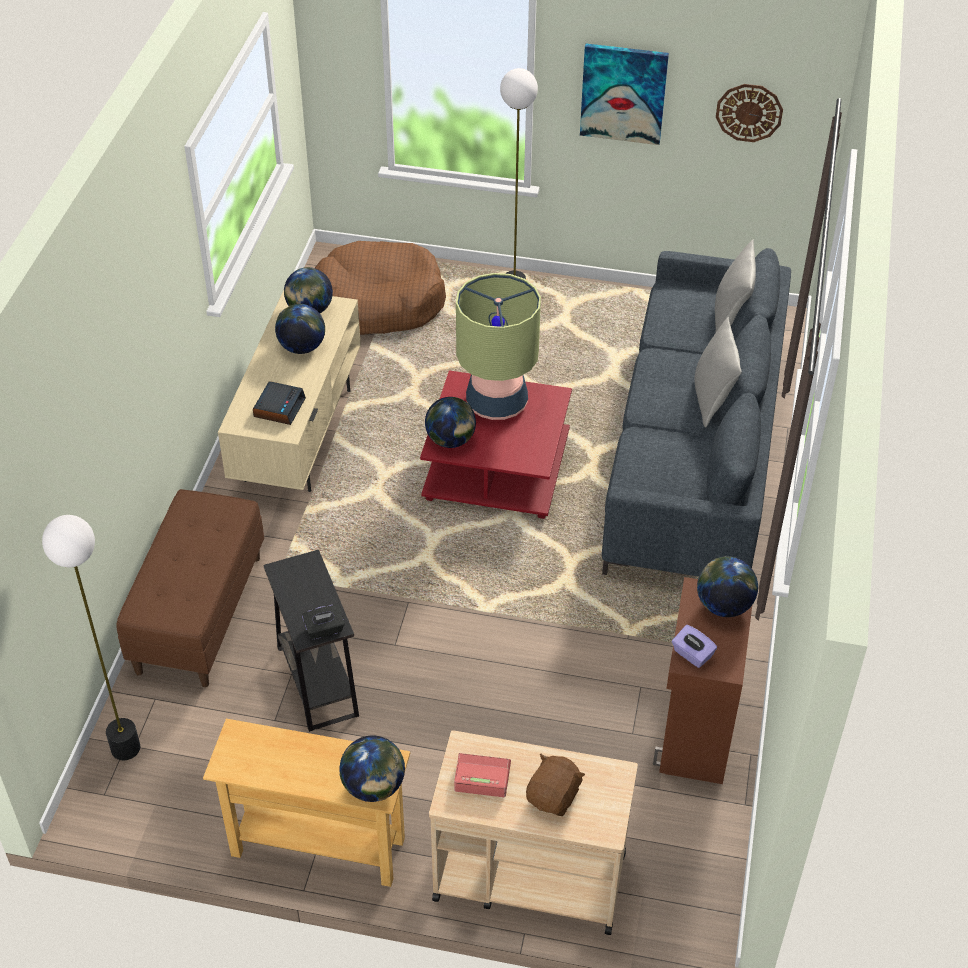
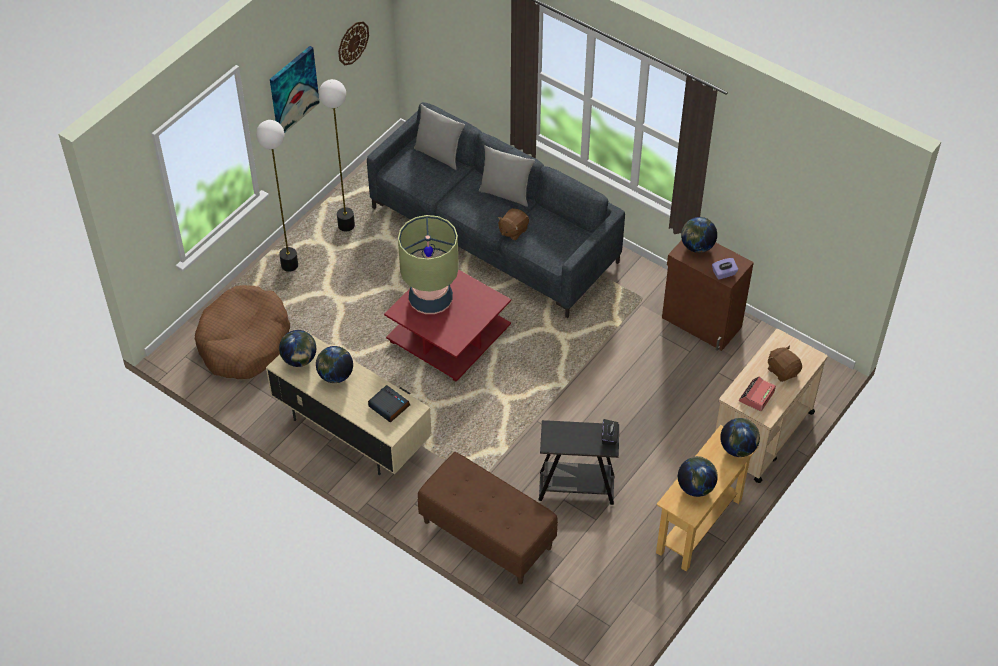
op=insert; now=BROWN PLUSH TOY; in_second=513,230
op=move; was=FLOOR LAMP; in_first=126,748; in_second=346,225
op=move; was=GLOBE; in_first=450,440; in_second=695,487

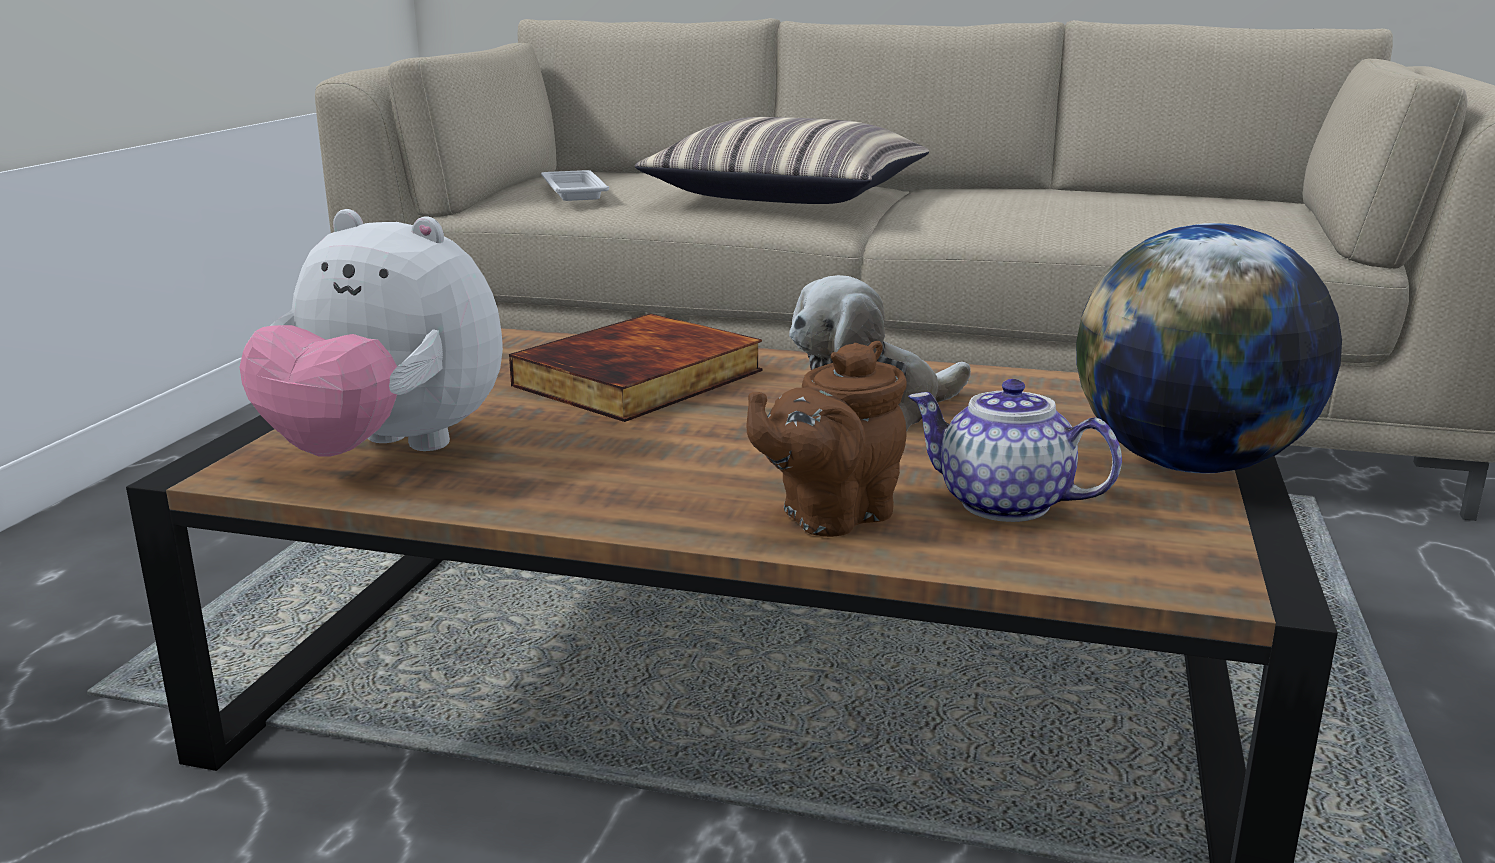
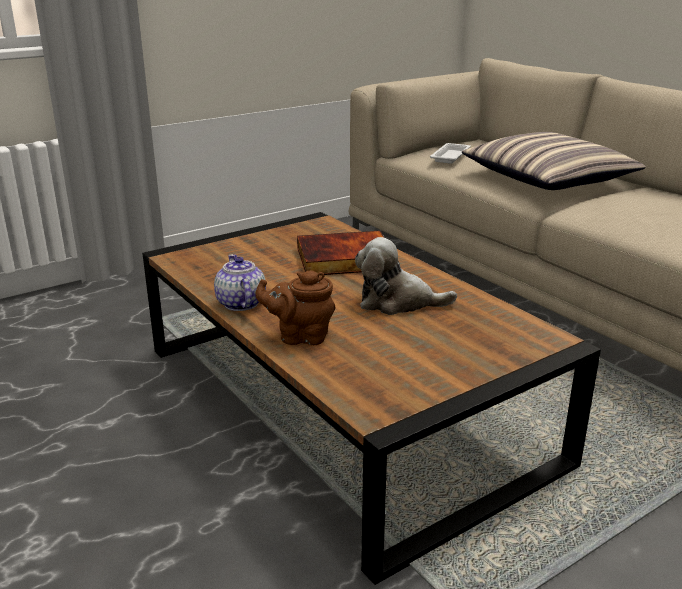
op=delete; was=PLUSH TOY; in_first=387,452
op=delete; was=GLOBE; in_first=1189,464
op=move; was=TEAPOT; in_first=1002,504; in_second=240,303

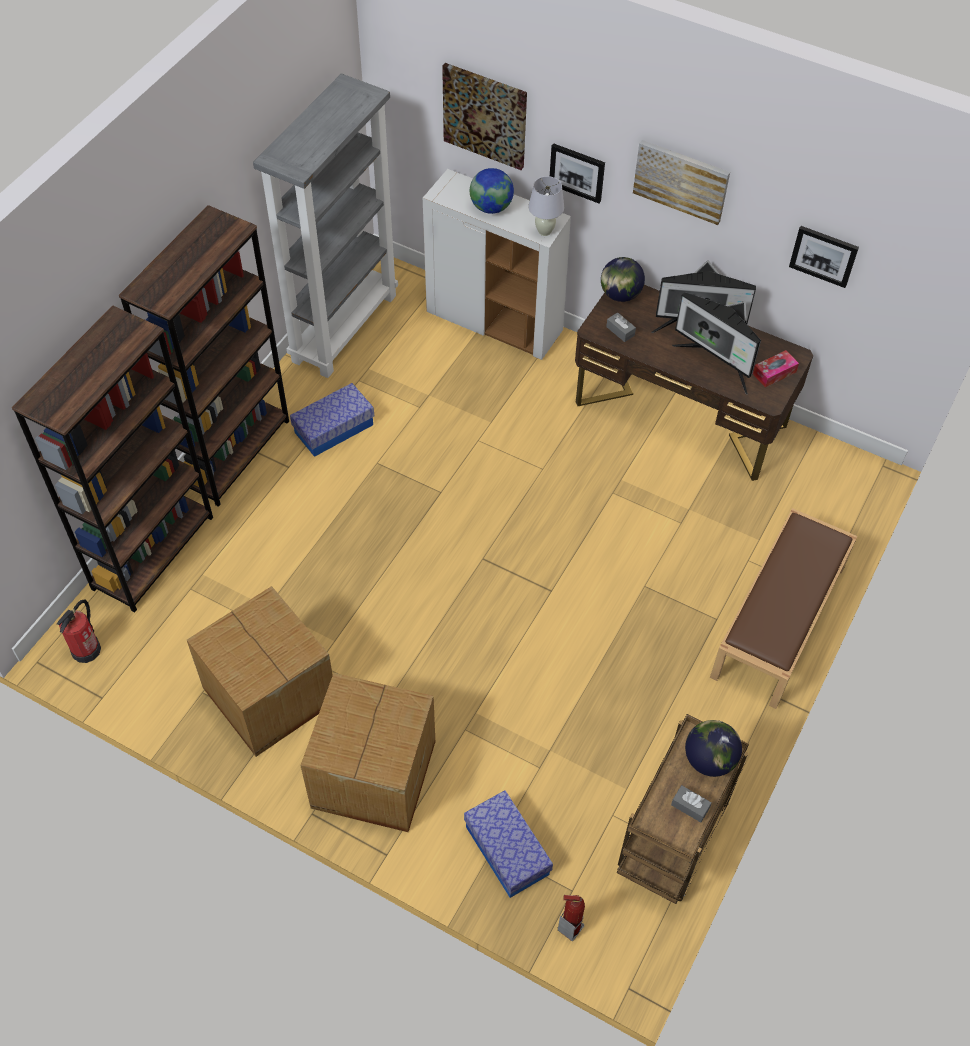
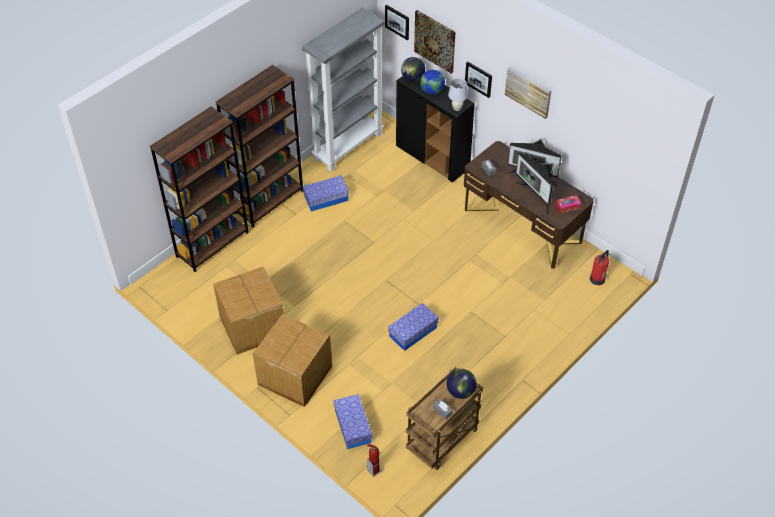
op=delete; was=BROWN BENCH; in_first=779,622
op=insert; now=STORAGE BOX; in_second=413,332
op=move; was=FIRE EXTINGUISHER; in_first=86,649; in_second=597,279
op=move; was=GLOBE; in_first=620,295; in_second=412,78
op=move; was=PICTURE; in_first=823,255; in_second=397,21
op=recolor; was=WHITE CABINET; now=BLACK CABINET; in_first=495,322; in_second=433,158

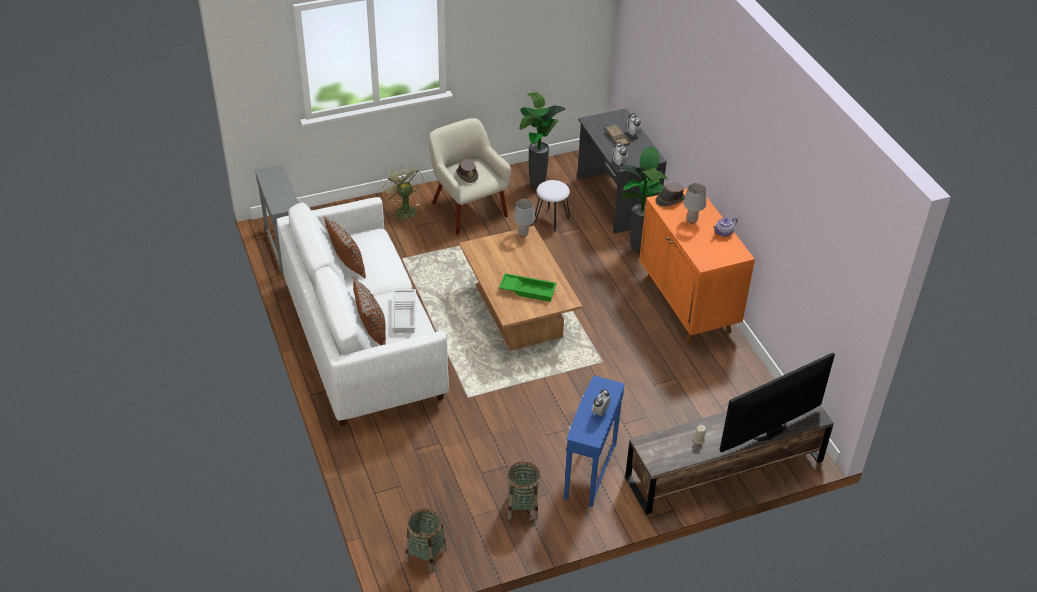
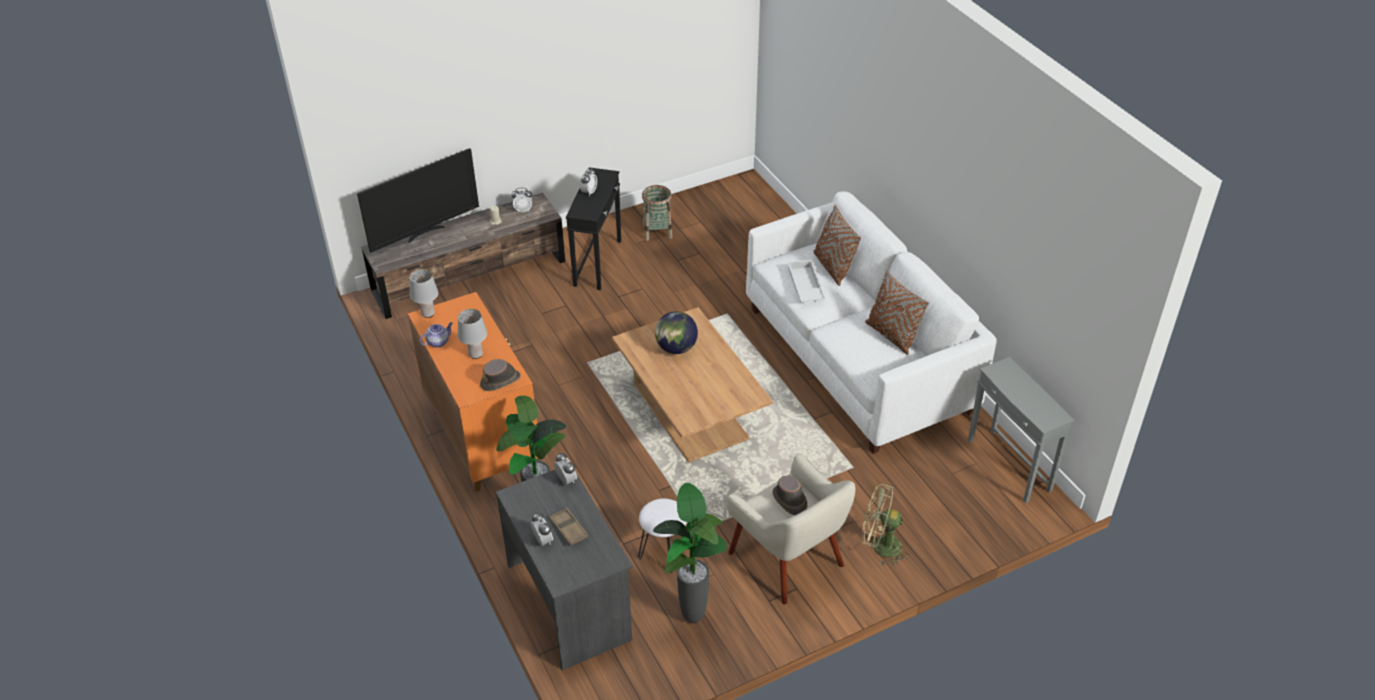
op=delete; was=BASKET; in_first=426,555
op=insert; now=ALARM CLOCK; in_second=523,210
op=move; was=GREY TABLE LAMP; in_first=523,233; in_second=428,314
op=replace; was=GREEN TRAY; now=GLOBE; in_first=528,290; in_second=676,348
op=recolor; was=BLUE SIDE TABLE; now=BLACK SIDE TABLE; in_first=589,471; in_second=598,263
op=rotate; was=GREEN FAN; in_first=403,210; in_second=880,546; clockwise=135

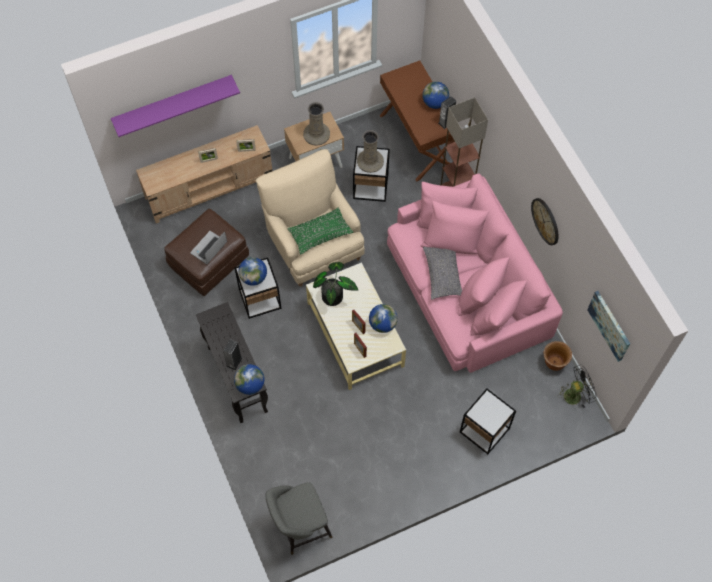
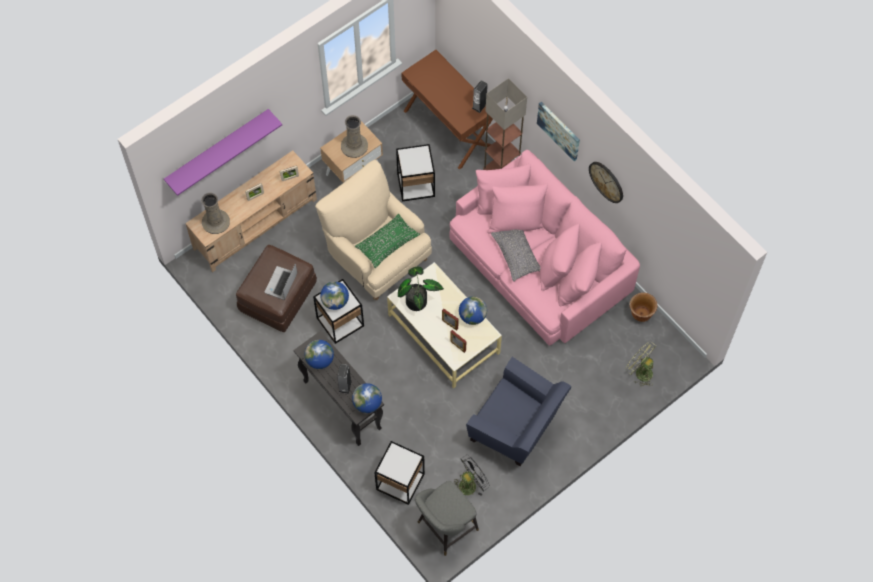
op=insert; now=BLUE ARMCHAIR; in_second=516,429
op=insert; now=GREEN FAN; in_second=640,372
op=move; was=BEIGE VASE; in_first=370,161; in_second=216,222
op=move; was=GLOBE; in_first=435,103; in_second=320,360
op=move; was=SIDE TABLE; in_first=484,430; in_second=400,481
op=move; was=BLACK FAN; in_first=575,394; in_second=470,484
op=move; was=PICTURE; in_first=609,325; in_second=559,130

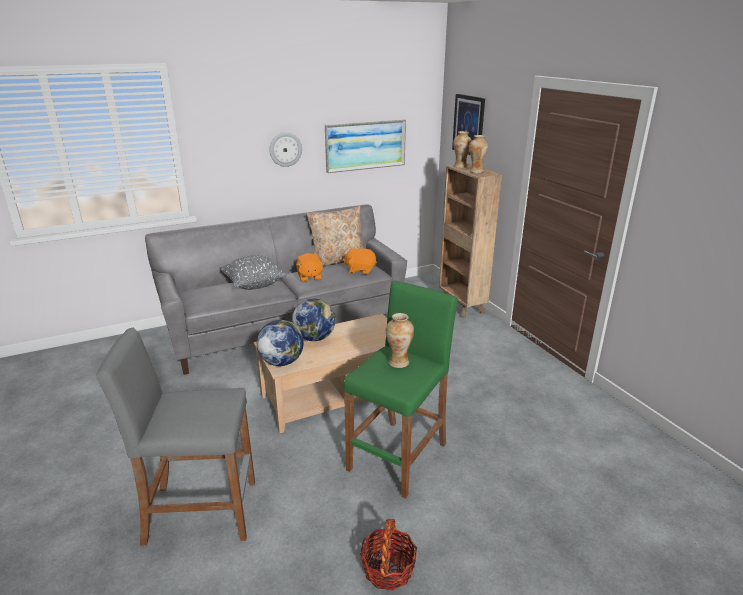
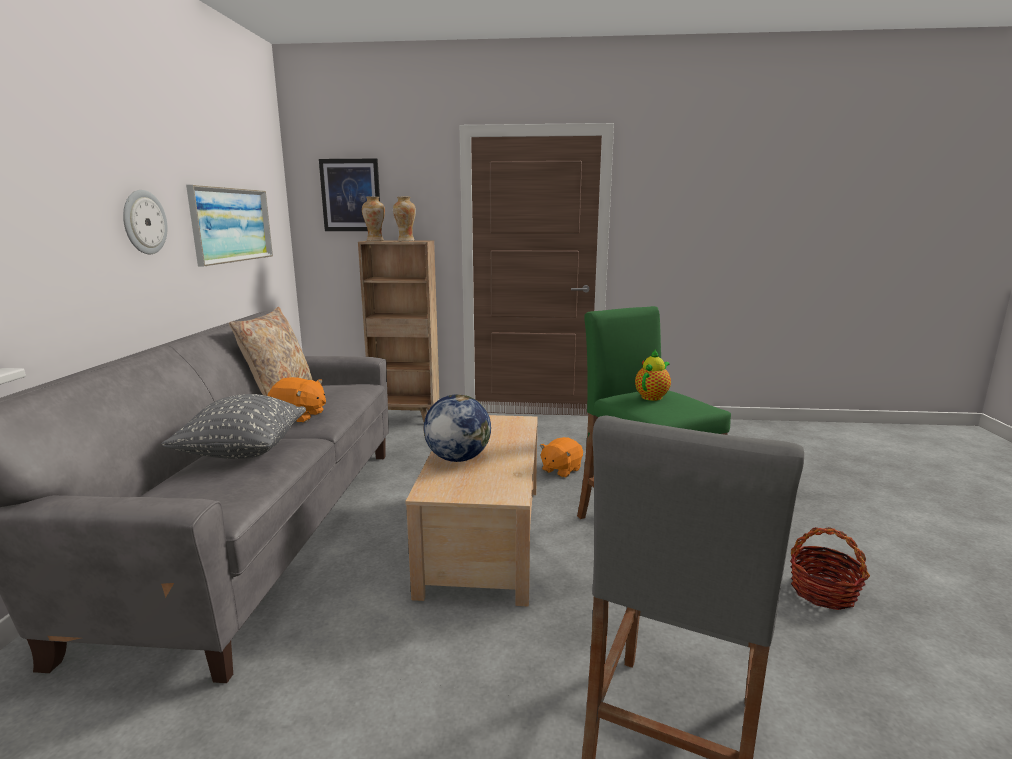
op=delete; was=GLOBE; in_first=281,362
op=move; was=ORANGE PLUSH TOY; in_first=360,270; in_second=560,470
op=replace; was=VASE; now=TEAPOT; in_first=398,362; in_second=652,396

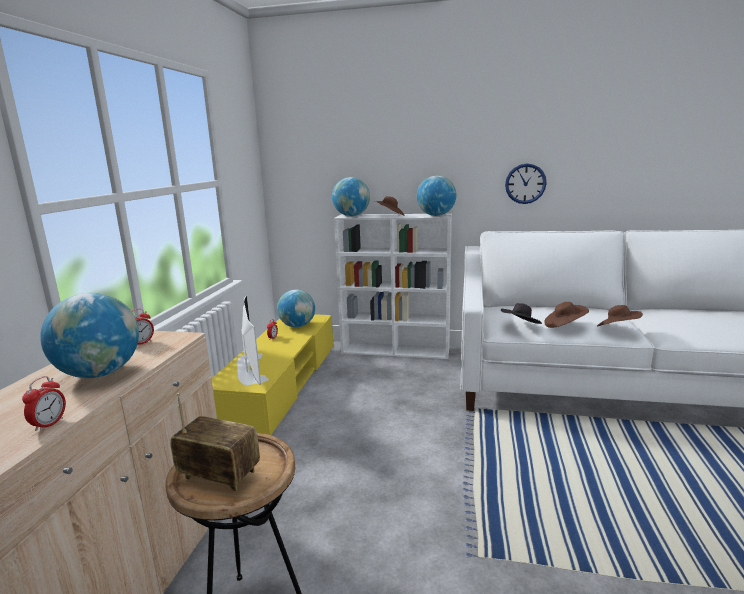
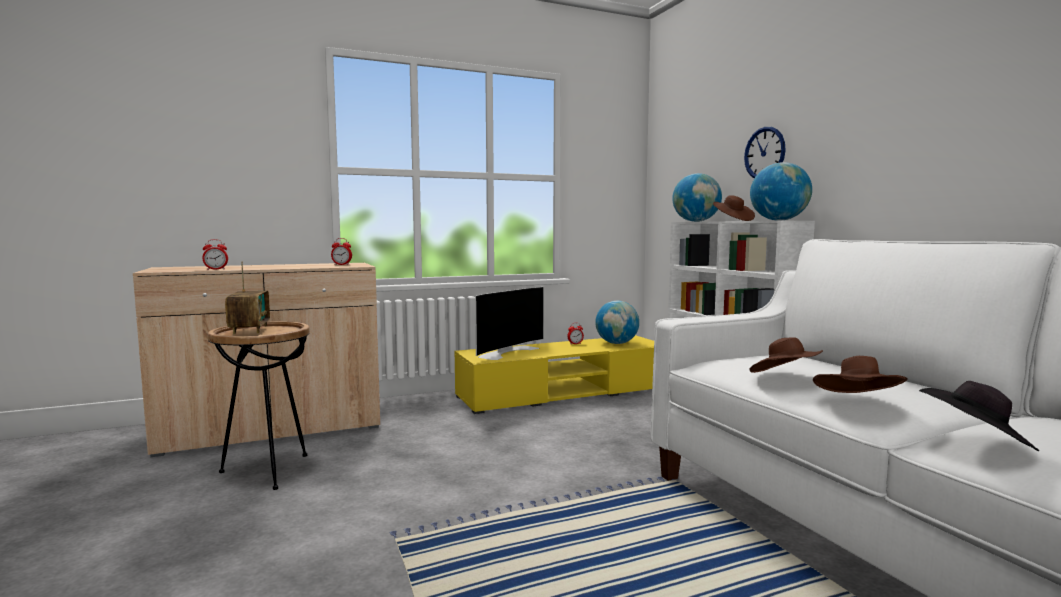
op=delete; was=GLOBE; in_first=100,373
op=move; was=BLACK HAT; in_first=520,326; in_second=976,441
op=move; was=WALL CLOCK; in_first=525,183; in_second=764,153

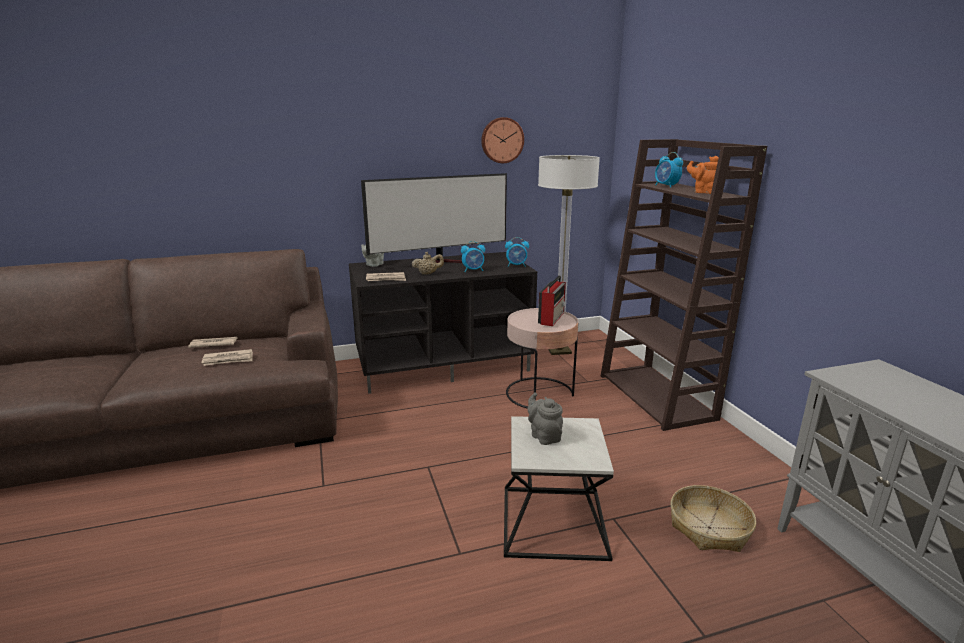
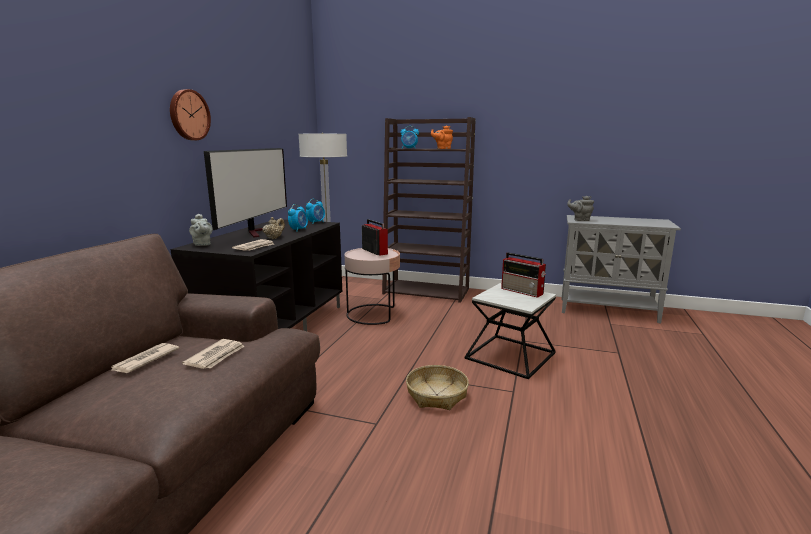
op=insert; now=RADIO; in_second=523,291
op=move; was=WALL CLOCK; in_first=502,140; in_second=188,115
op=move; was=GREY TEAPOT; in_first=544,436; in_second=580,220
op=move; was=BASKET; in_first=709,528; in_second=436,395

